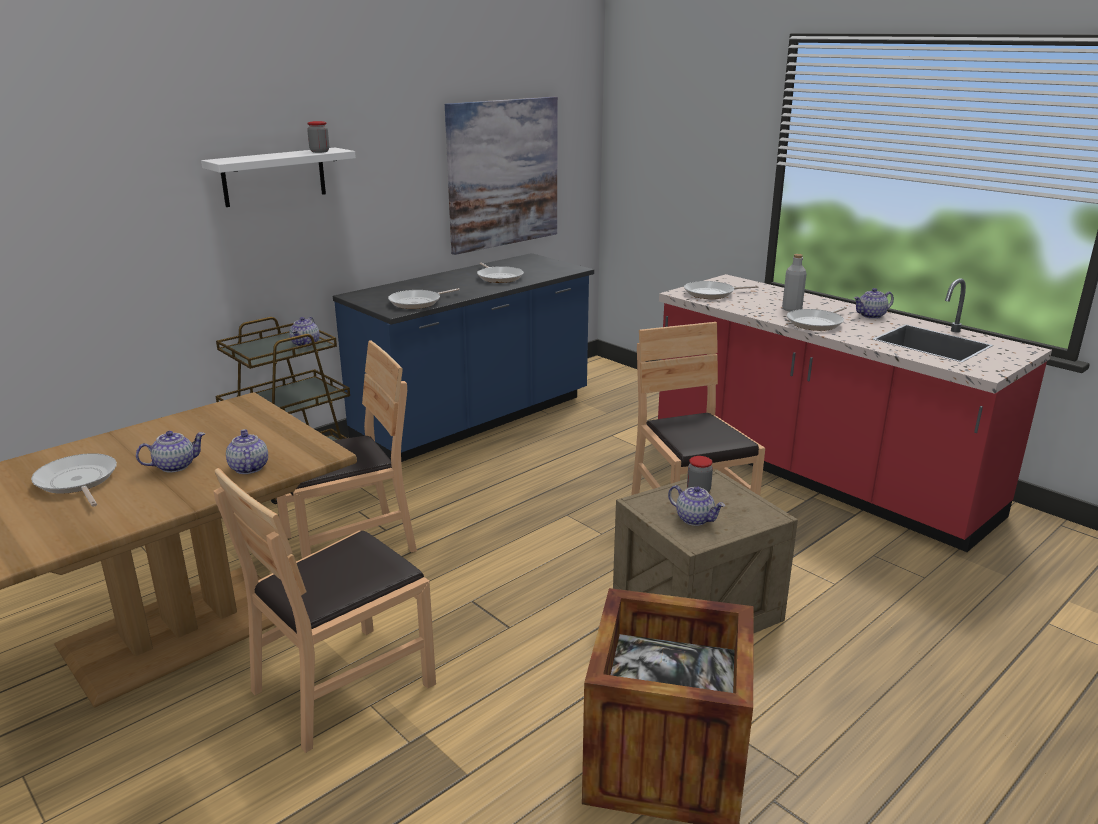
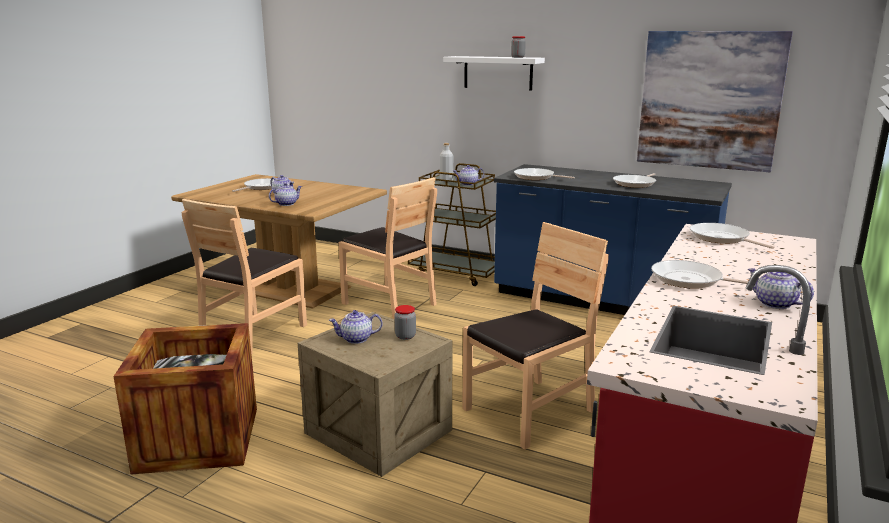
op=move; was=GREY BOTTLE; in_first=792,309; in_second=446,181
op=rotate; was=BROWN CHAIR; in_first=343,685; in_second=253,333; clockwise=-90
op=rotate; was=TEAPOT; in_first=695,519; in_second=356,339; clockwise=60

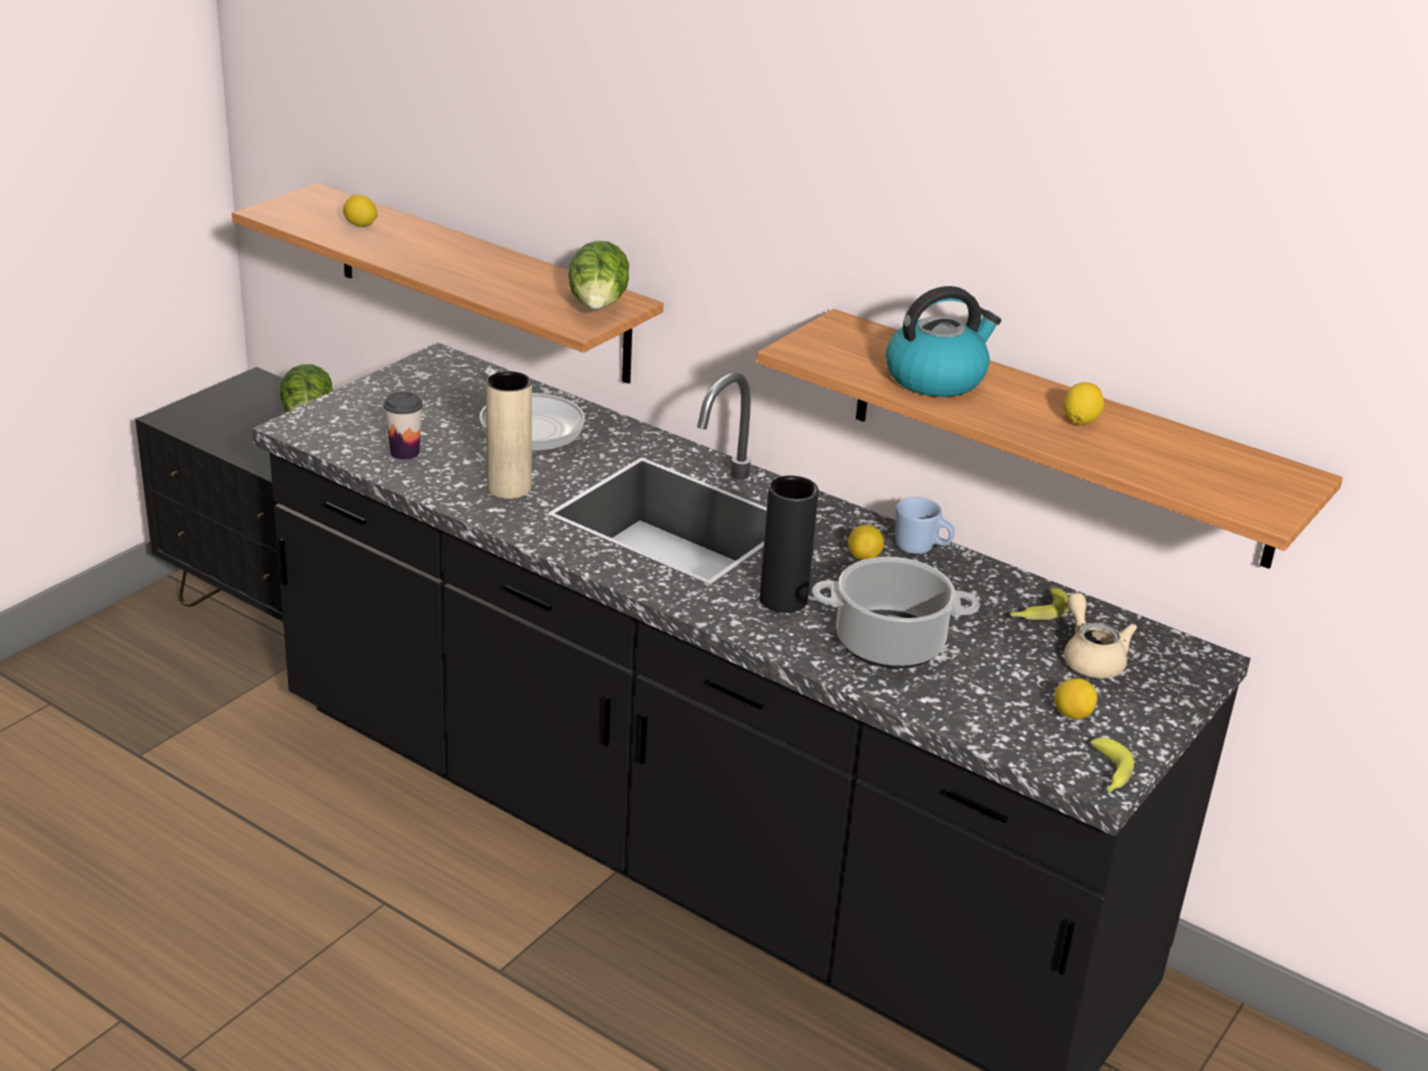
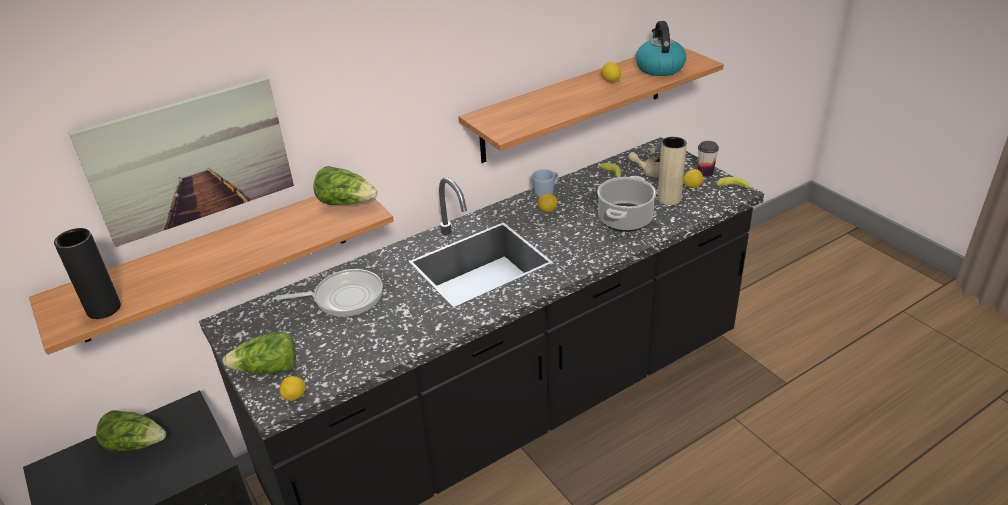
op=insert; now=PICTURE; in_second=190,160
op=insert; now=LETTUCE; in_second=267,369
op=move; was=LEMON; in_first=360,225; in_second=295,397
op=move; was=CUP; in_first=405,452; in_second=705,172
op=move; was=BEIGE VASE; in_first=509,488; in_second=669,199
op=move; was=BLACK VASE; in_first=783,600; in_second=104,309
op=move; was=KETTLE; in_first=936,378; in_second=659,67

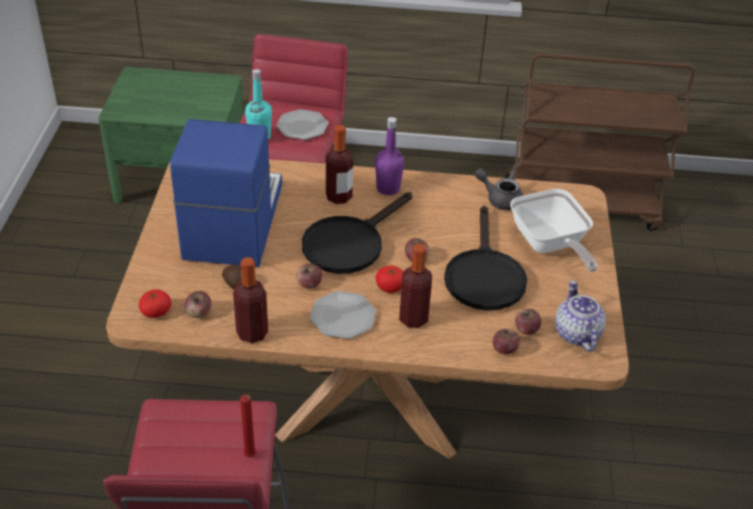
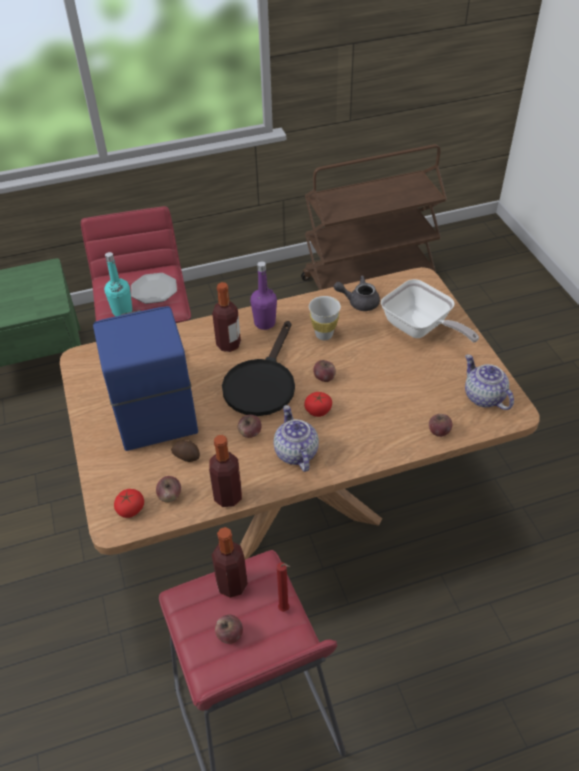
op=delete; was=BLACK FRYING PAN; in_first=483,275
op=insert; now=WHITE CUP; in_second=324,335
op=move; was=BOTTLE; in_first=413,318; in_second=232,584
op=move; was=APPLE; in_first=526,329; in_second=229,634
op=replace; was=PLATE; now=TEAPOT; in_first=342,317; in_second=295,452

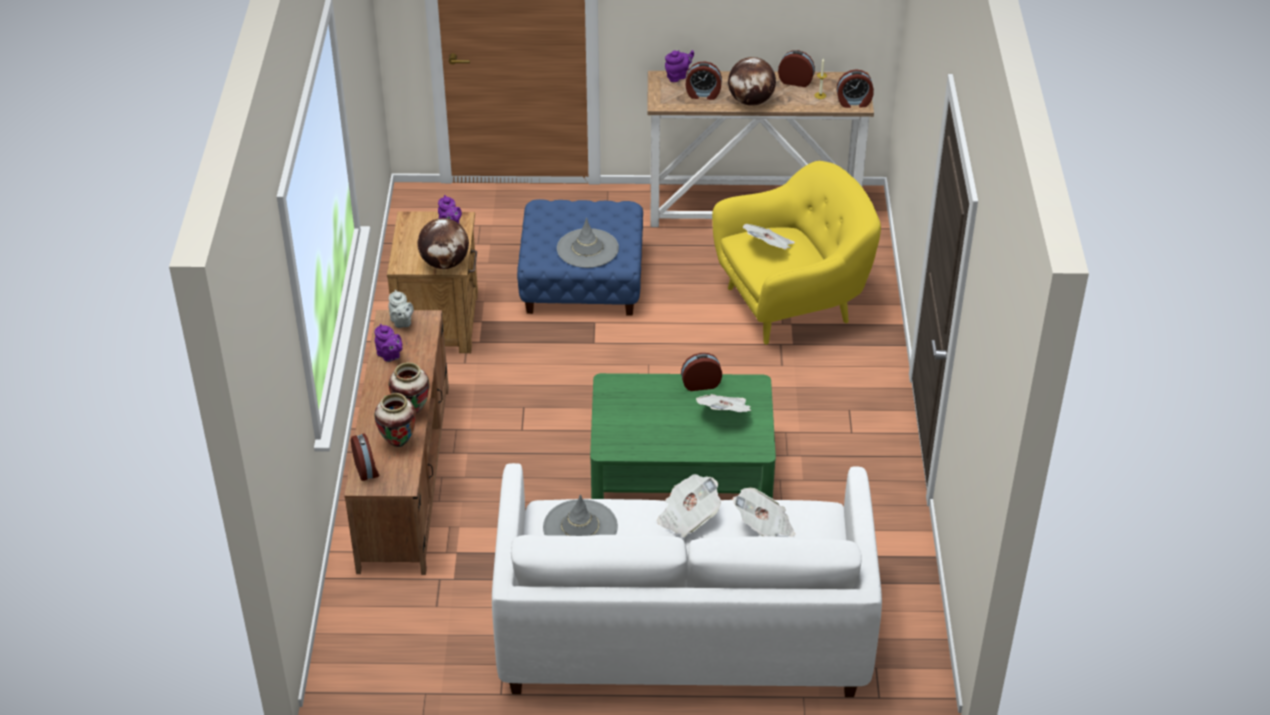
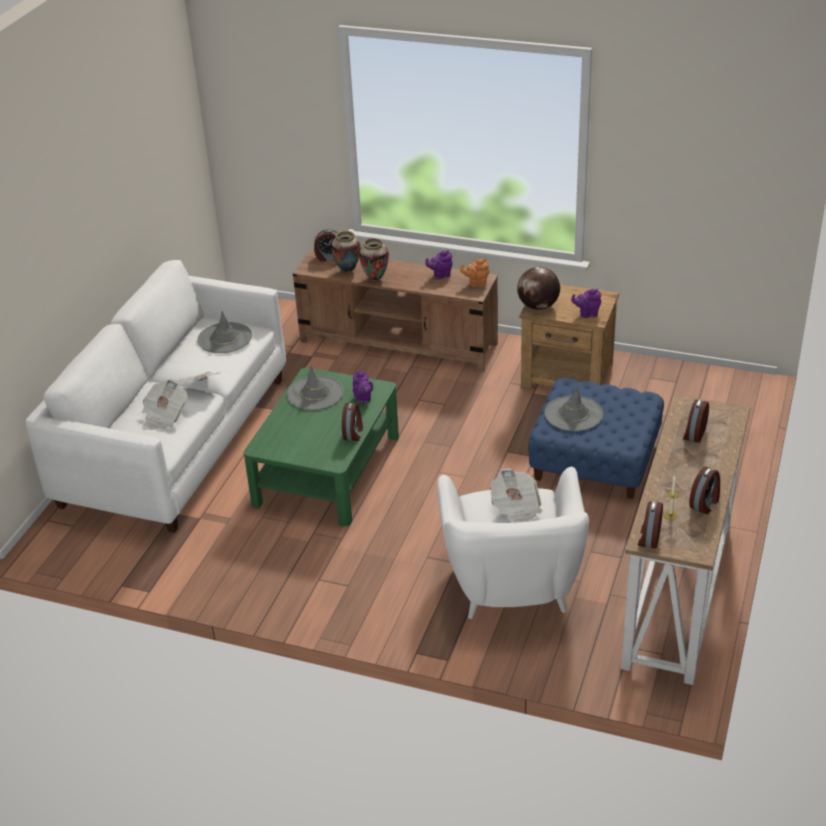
op=delete; was=NEWSPAPER; in_first=725,414
op=delete; was=GLOBE; in_first=751,101
op=insert; now=GREY HAT; in_second=315,393
op=move; was=PURPLE TEAPOT; in_first=678,76; in_second=363,398
op=recolor; was=GREY TEAPOT; now=ORANGE TEAPOT; in_first=401,322; in_second=476,283
op=recolor; was=YELLOW ARMCHAIR; now=WHITE ARMCHAIR; in_first=792,303; in_second=512,585

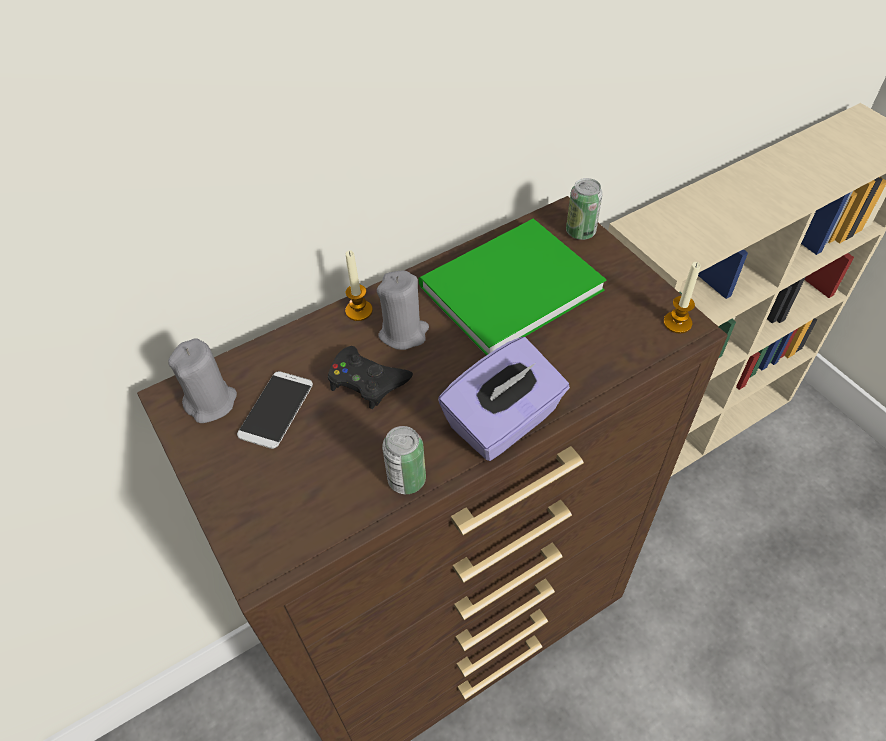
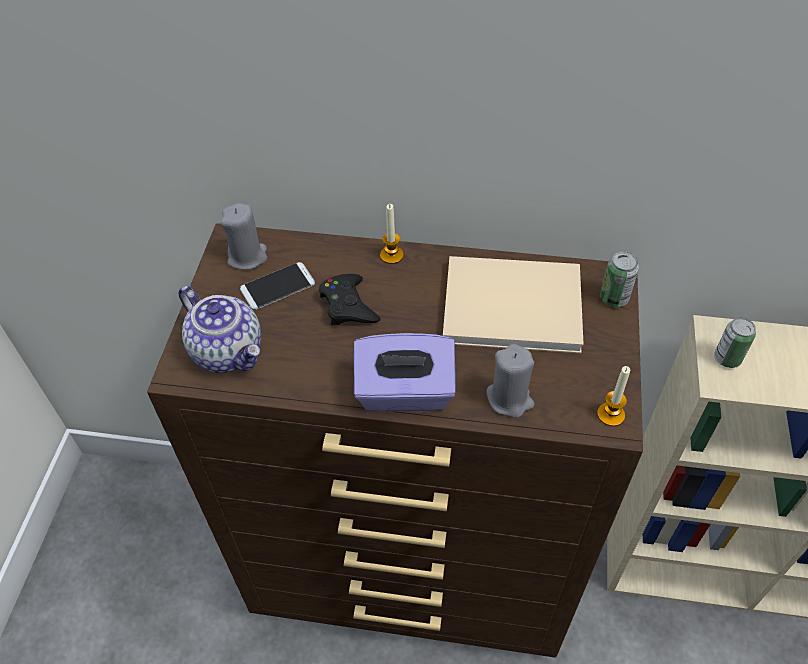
op=insert; now=TEAPOT; in_second=228,351
op=move; was=GREY CANDLE; in_first=404,333; in_second=509,399
op=move; was=CAN; in_first=407,479; in_second=727,358
op=recolor; was=GREEN BOOK; now=BEIGE BOOK; in_first=504,288; in_second=507,303

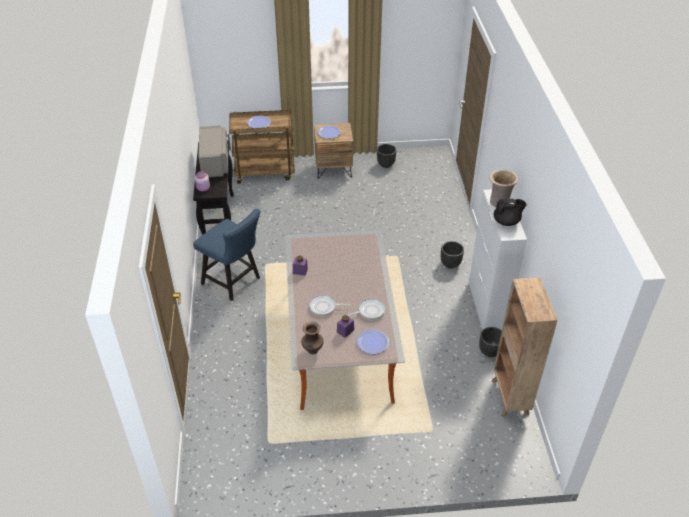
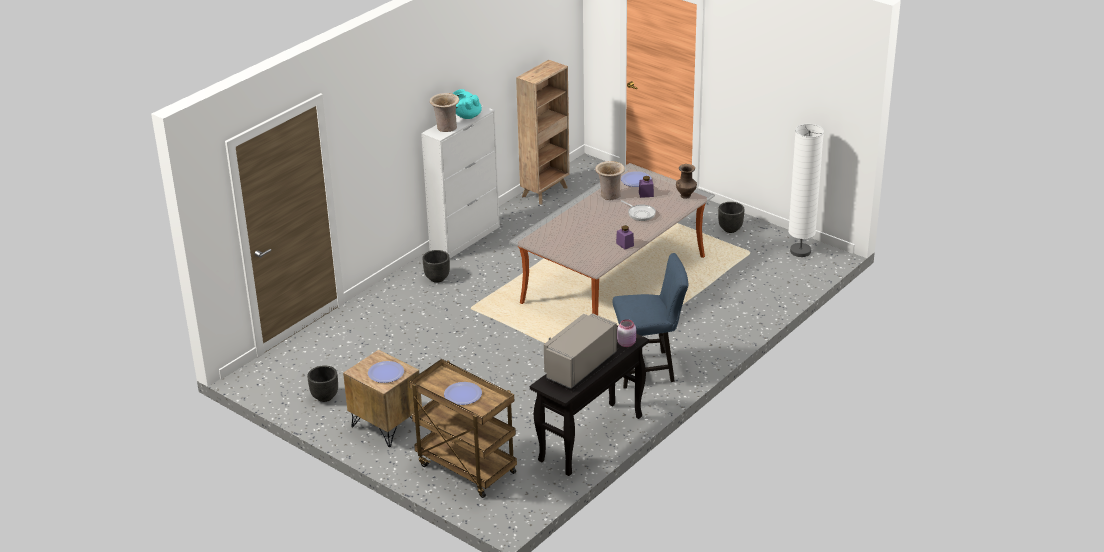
op=insert; now=WHITE FLOOR LAMP; in_second=800,251
op=move; was=BLACK PLANTER; in_first=490,352; in_second=730,229
op=replace; was=FRYING PAN; now=BEIGE VASE; in_first=369,311; in_second=610,196
op=recolor; was=BLACK TEAPOT; now=TURQUOISE TEAPOT; in_first=506,222; in_second=467,116
op=rotate; was=BLUE CHAIR; in_first=234,282; in_second=649,368; clockwise=90

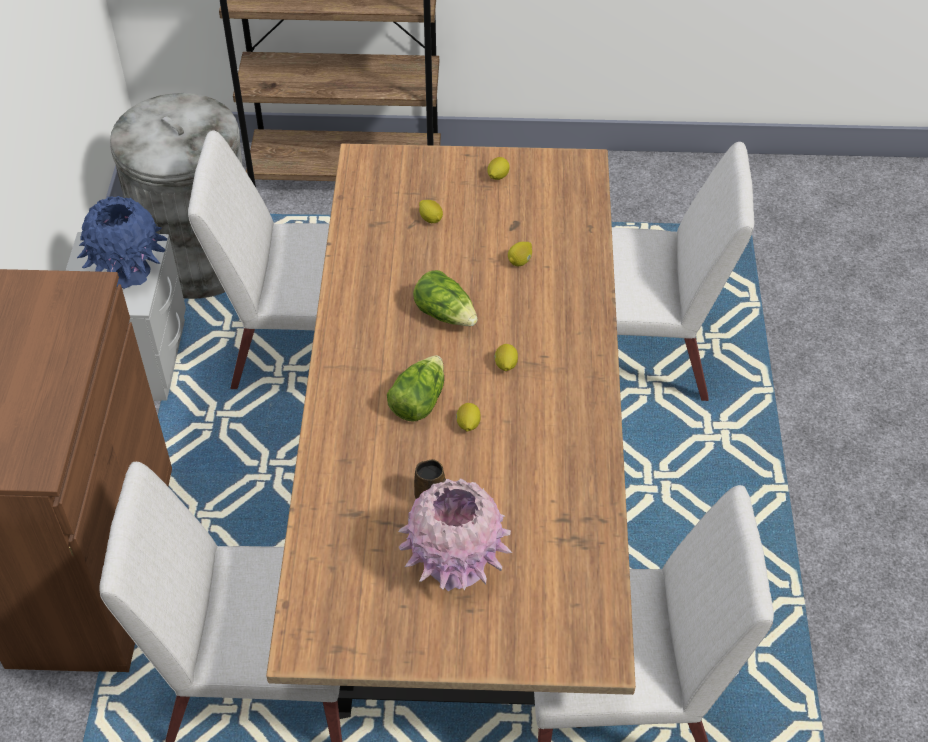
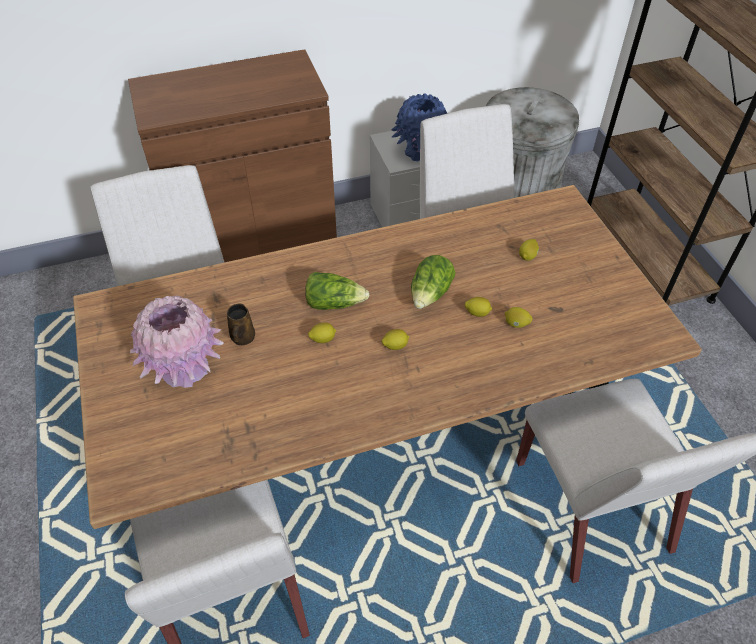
op=move; was=LEMON; in_first=497,176; in_second=477,313

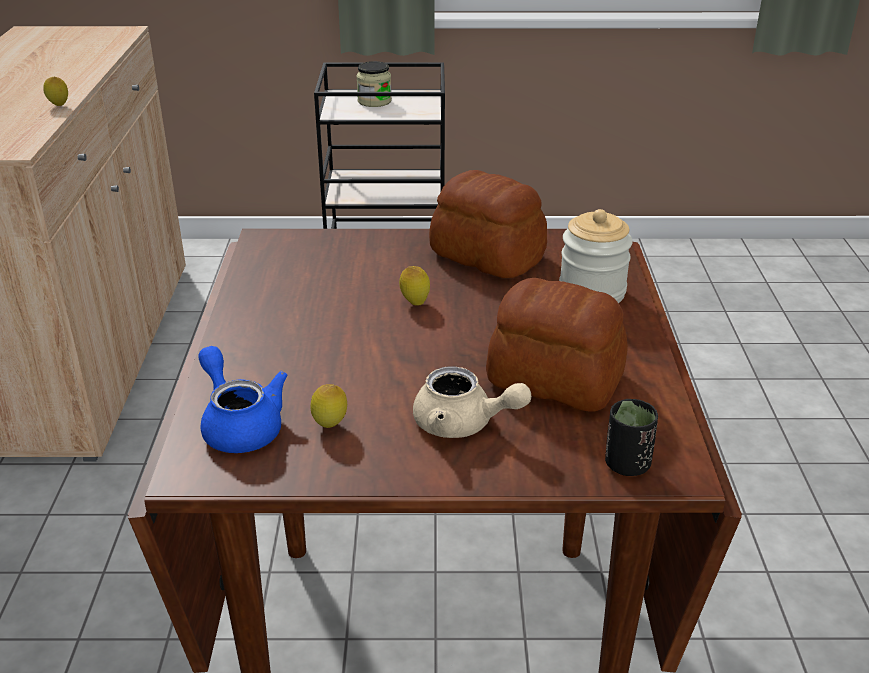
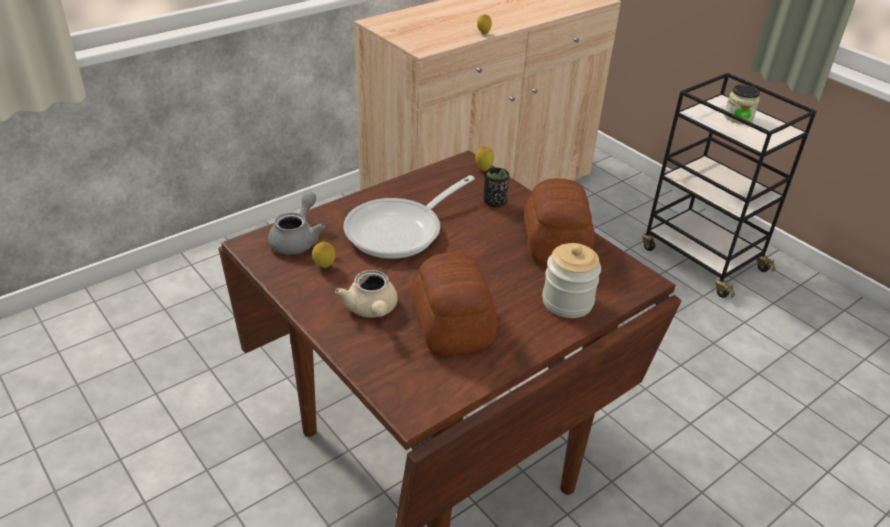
op=insert; now=FRYING PAN; in_second=400,231
op=move; was=LEMON; in_first=414,303; in_second=483,169
op=move; was=BLACK CUP; in_first=627,465; in_second=494,202
op=recolor; was=BLUE TEAPOT; now=GREY TEAPOT; in_first=239,425; in_second=297,239

